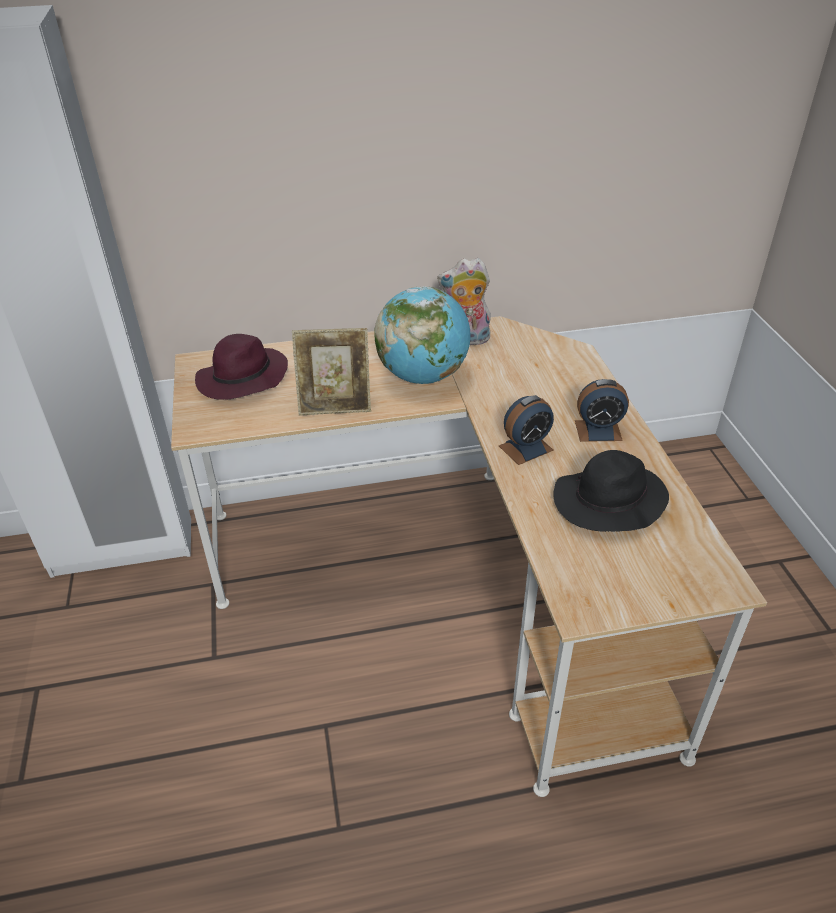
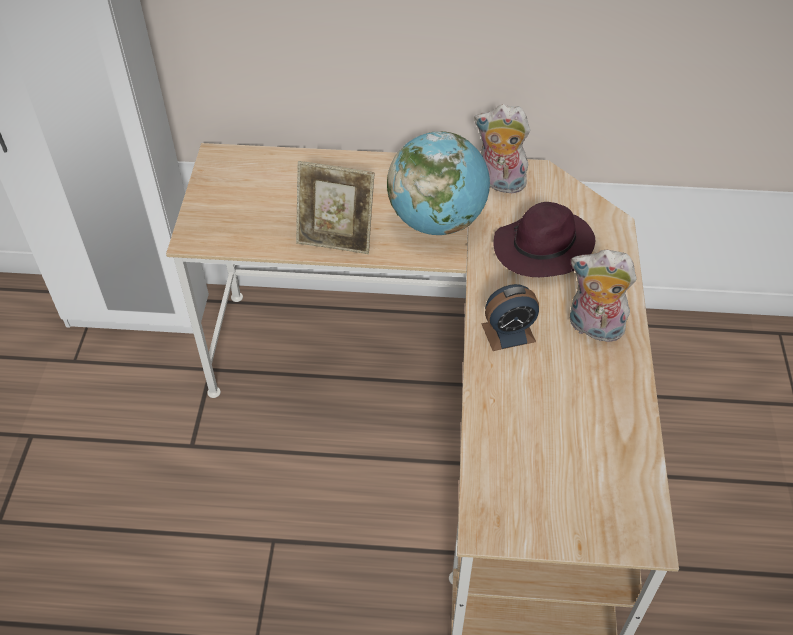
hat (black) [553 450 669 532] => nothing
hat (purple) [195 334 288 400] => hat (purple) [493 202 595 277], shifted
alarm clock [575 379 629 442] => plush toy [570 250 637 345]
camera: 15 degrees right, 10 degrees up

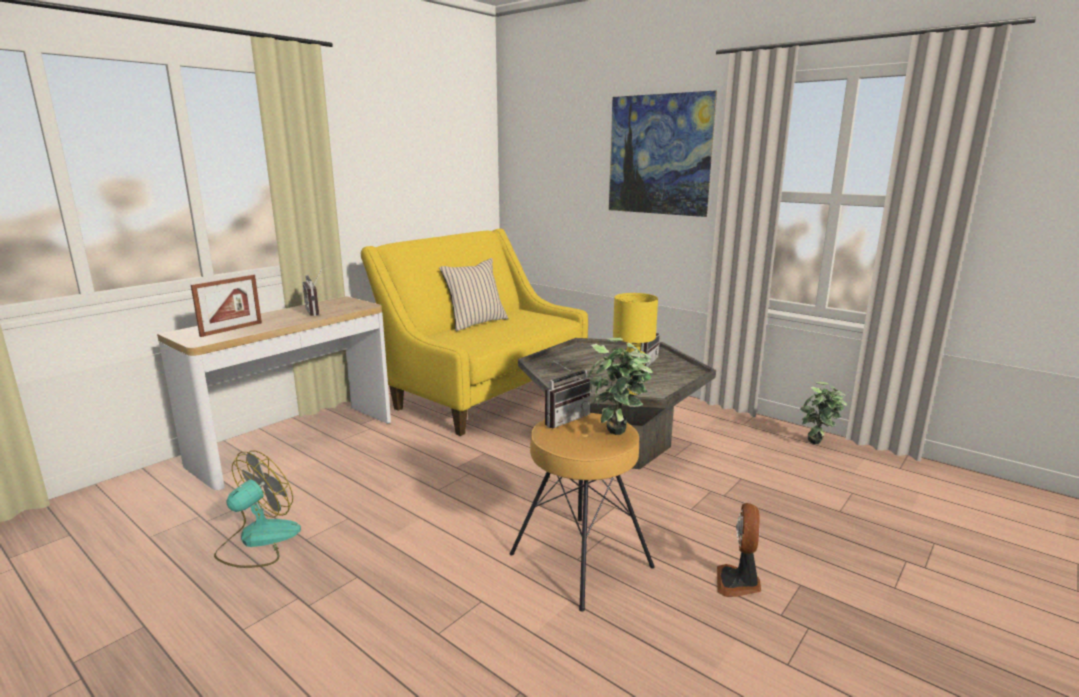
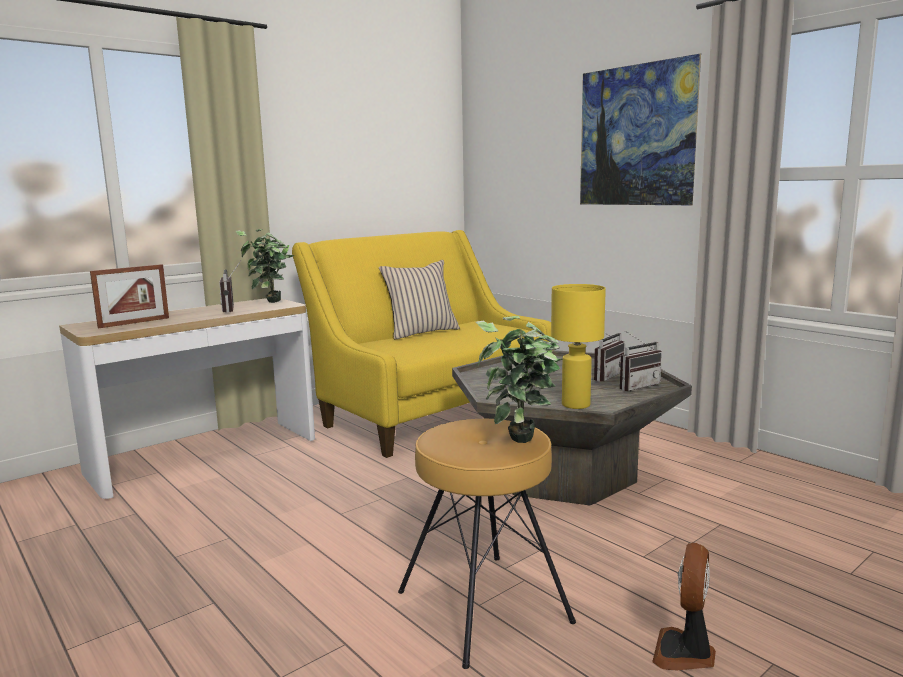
fan [214 451 301 568] => nothing
radio [545 359 591 428] => radio [620 331 662 391], shifted
potted plant [800 382 847 444] => potted plant [236 229 294 303], shifted
camera: 10 degrees right, 5 degrees down

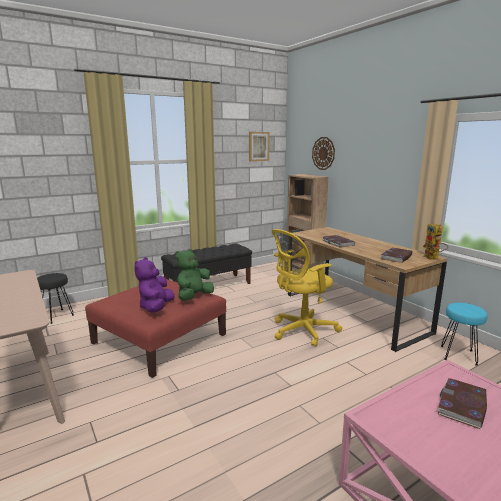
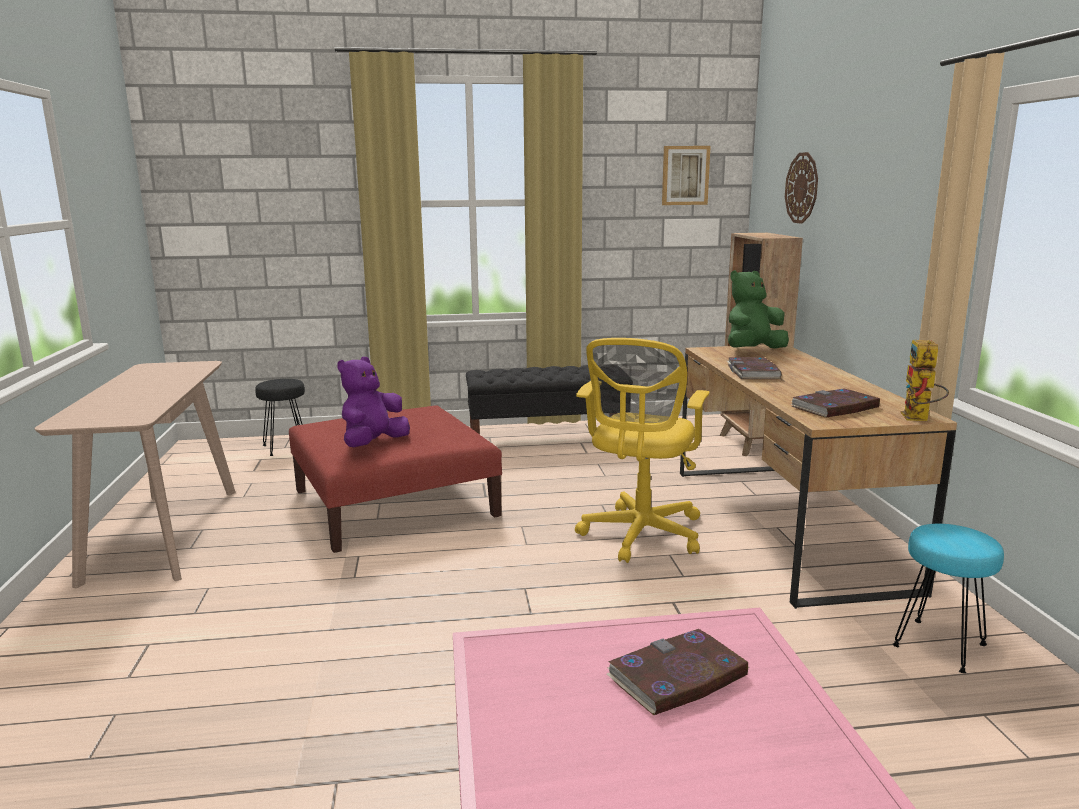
plush toy (green) [175 249 214 301] => plush toy (green) [728 270 789 349], shifted
office chair (yellow) [272 229 342 347] => office chair (yellow) [575 338 710 563], 60 degrees counterclockwise
camera: 25 degrees right, 0 degrees up

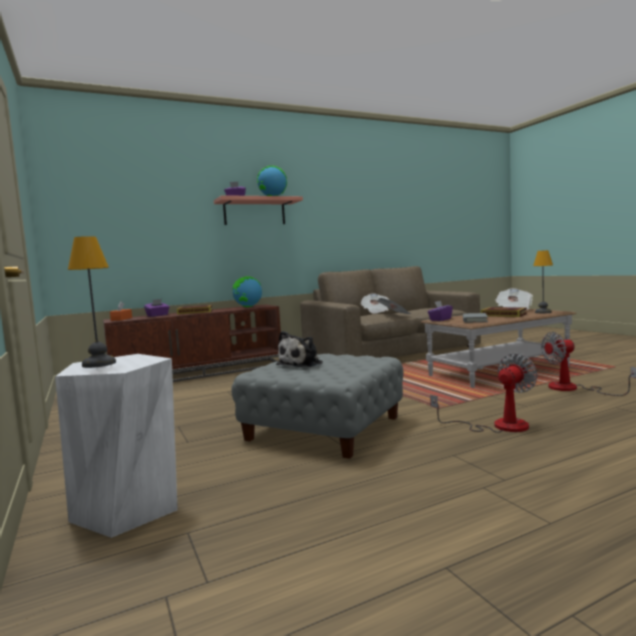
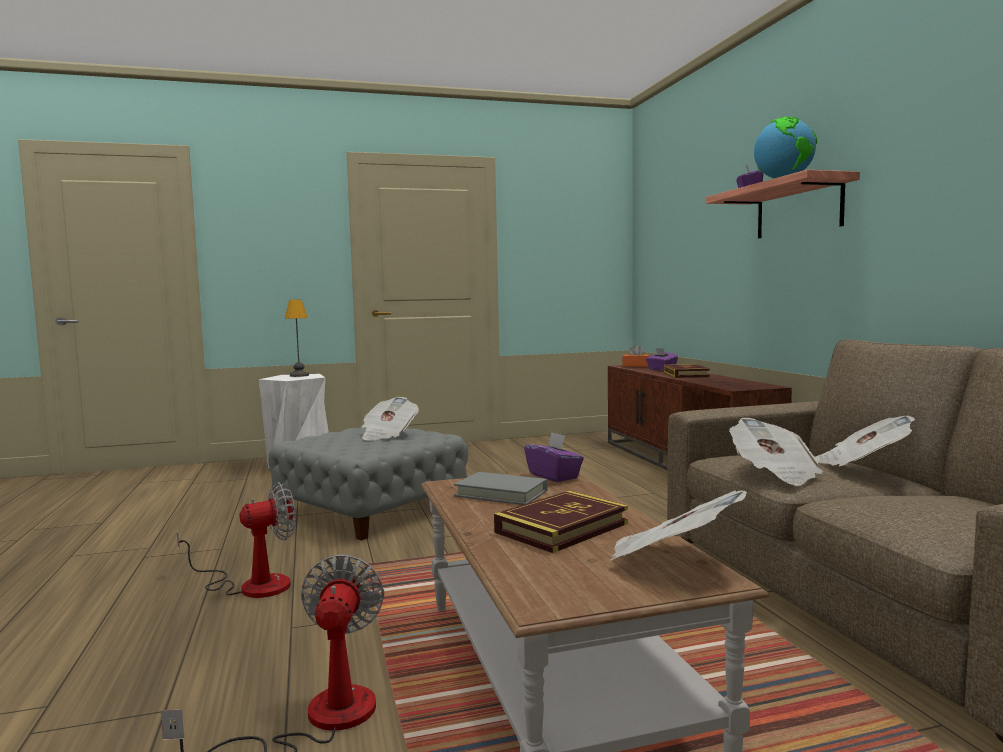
globe [232 276 262 307] => nothing
table lamp [533 250 553 313] => nothing
plush toy [276 331 323 367] => newspaper [361 397 419 441]
fan [430 353 538 433] => fan [177 482 296 598], 90 degrees counterclockwise
camera: 100 degrees right, 0 degrees up

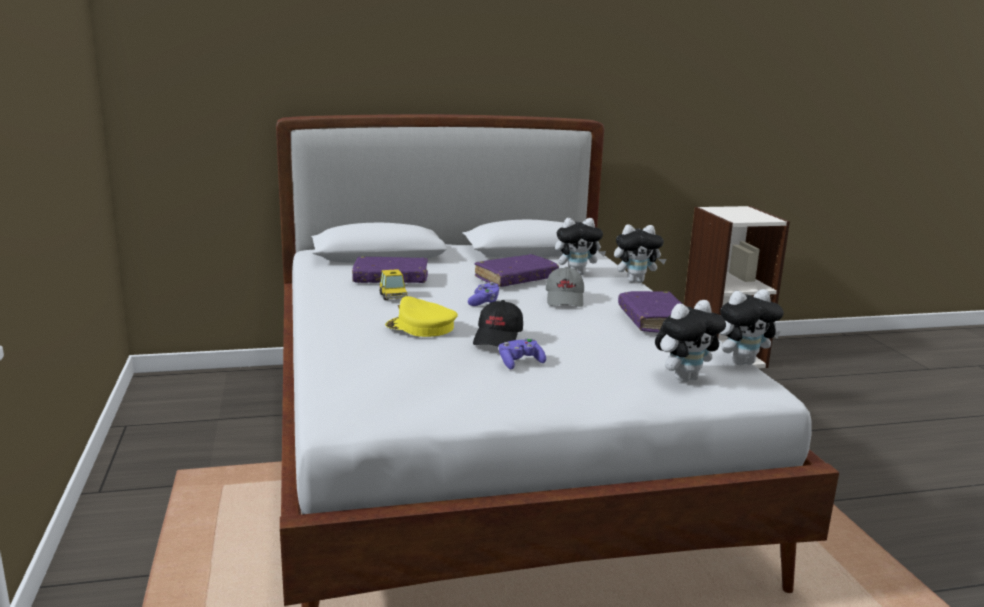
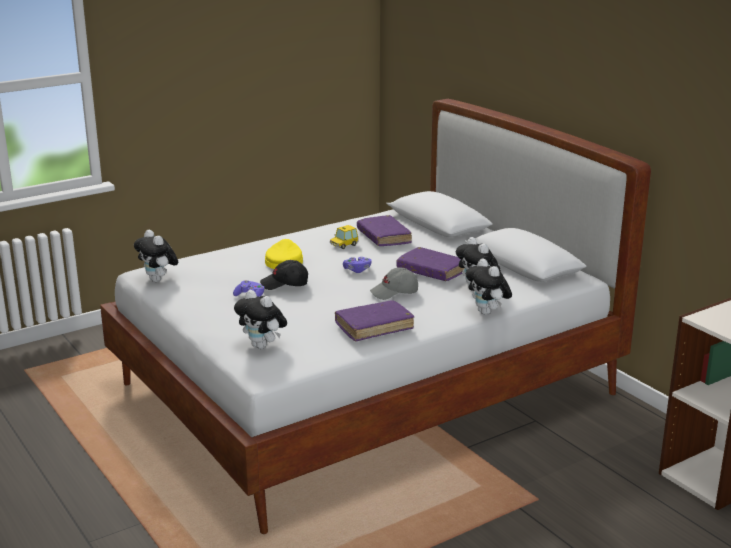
plush toy [720 289 784 365] => plush toy [134 230 178 282], shifted
camera: 70 degrees right, 5 degrees up

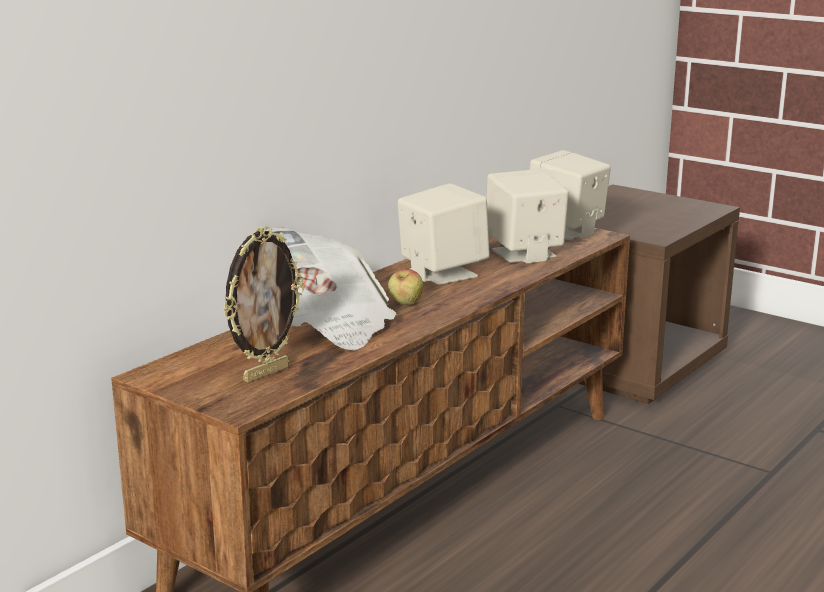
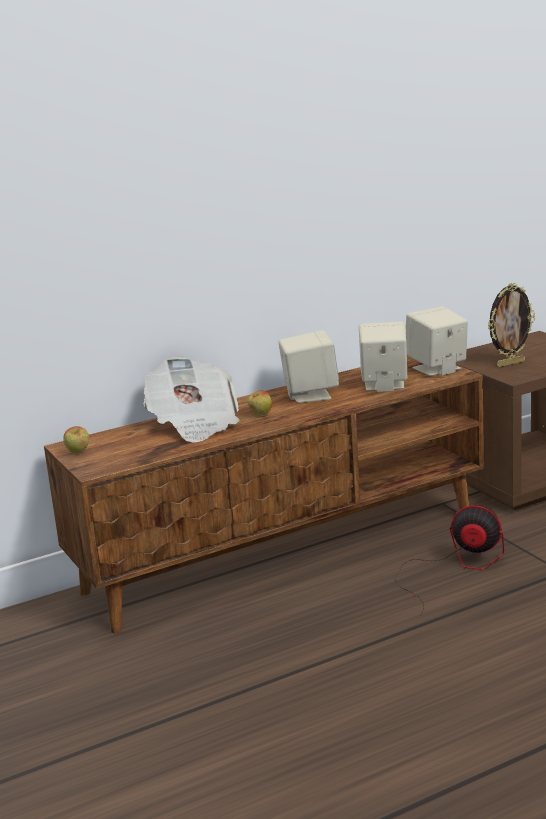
nothing => apple [63 426 89 453]
nothing => fan [395 505 504 616]
picture frame [223 226 304 383] => picture frame [488 283 535 367], shifted
camera: 25 degrees right, 0 degrees up

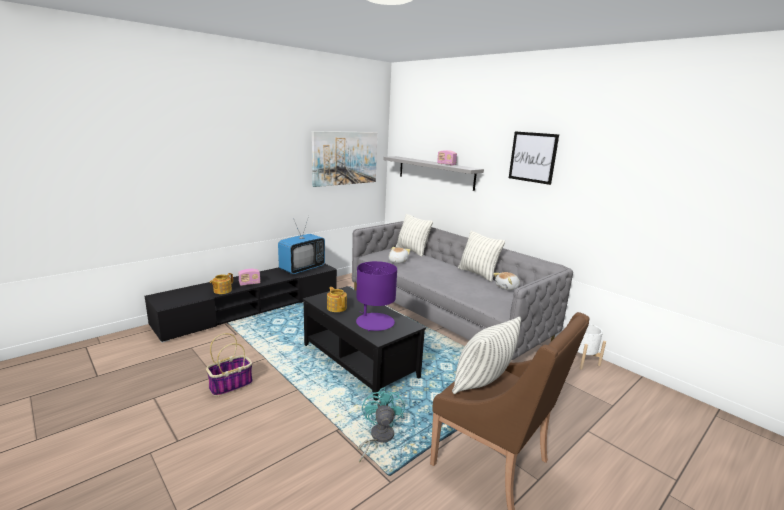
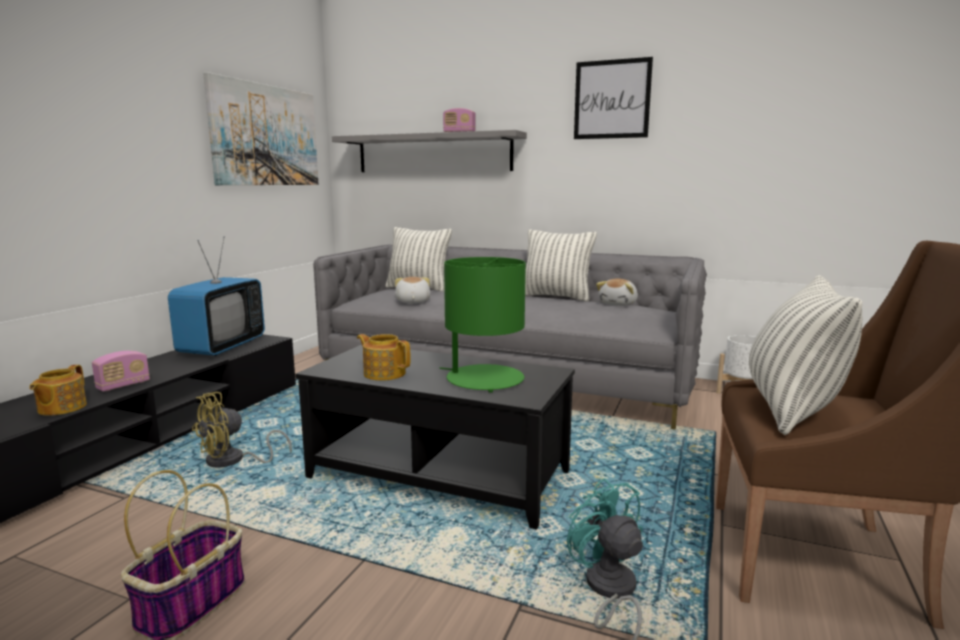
nothing => fan (yellow) [192 392 292 468]
table lamp (purple) [356 261 397 331] => table lamp (green) [440 257 526 393]
camera: 25 degrees left, 5 degrees down

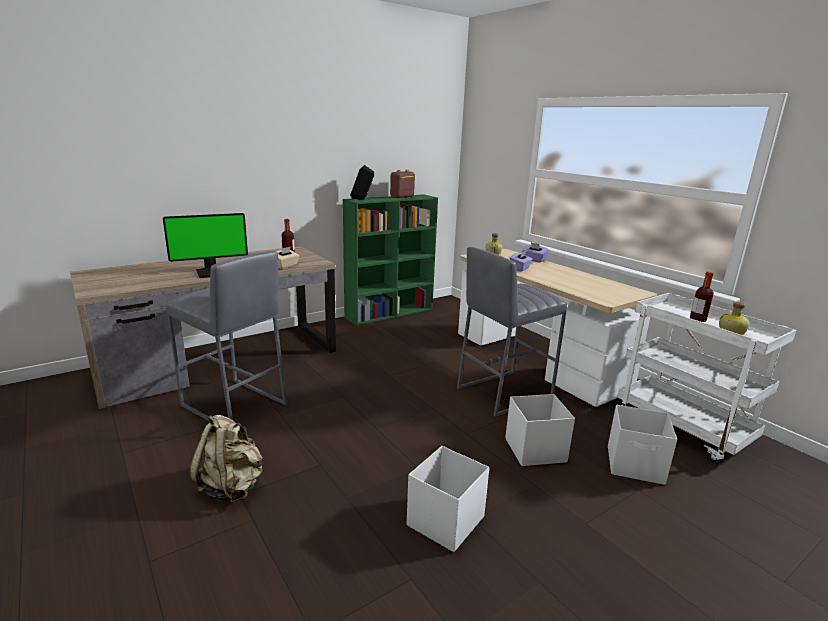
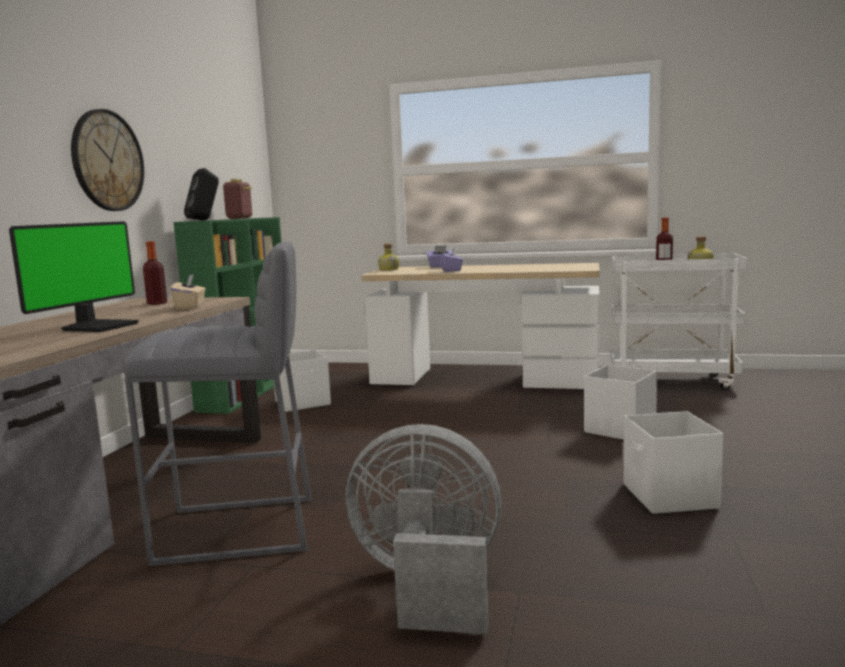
stool (grey) [457 247 567 417] => nothing
nothing => wall clock [71 109 144 211]
storage box (white) [608 404 677 485] => storage box (white) [274 350 331 412], shifted
backpack (beige) [189 415 262 503] => fan (grey) [345 424 502 634]
camera: 40 degrees left, 10 degrees down

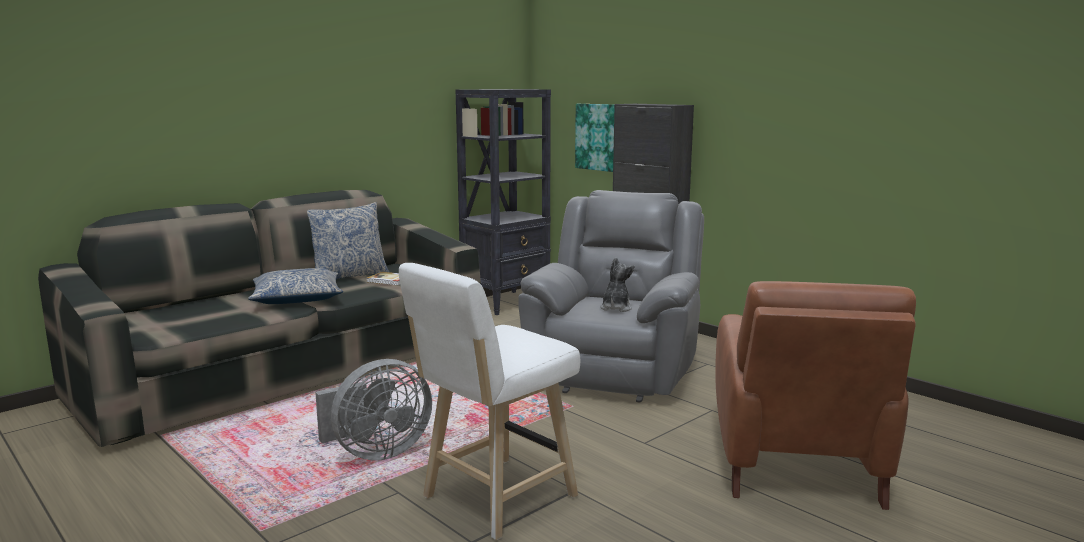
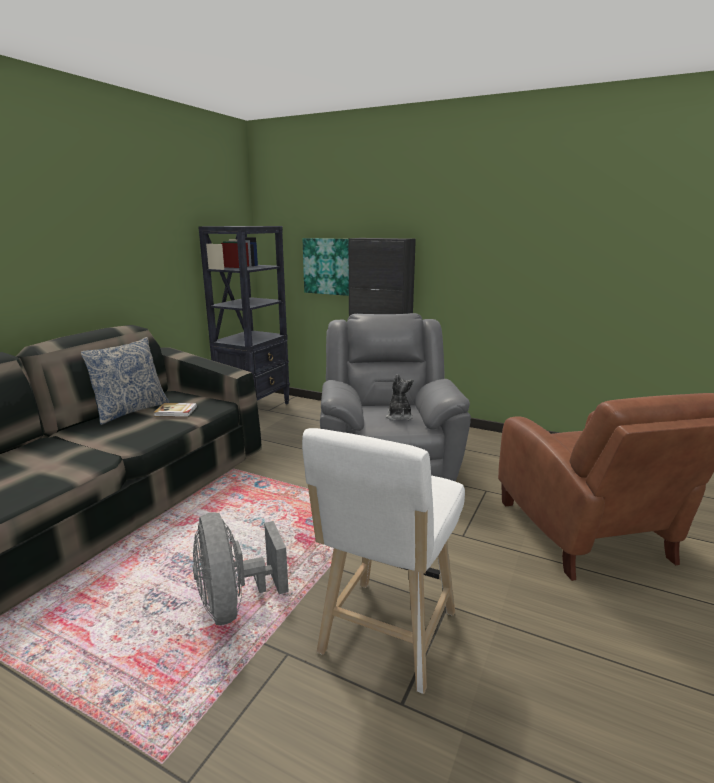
pillow [248 268 343 304] => nothing
fan (grey) [315 359 432 460] => fan (grey) [193 512 289 625], 120 degrees clockwise
camera: 20 degrees left, 5 degrees up

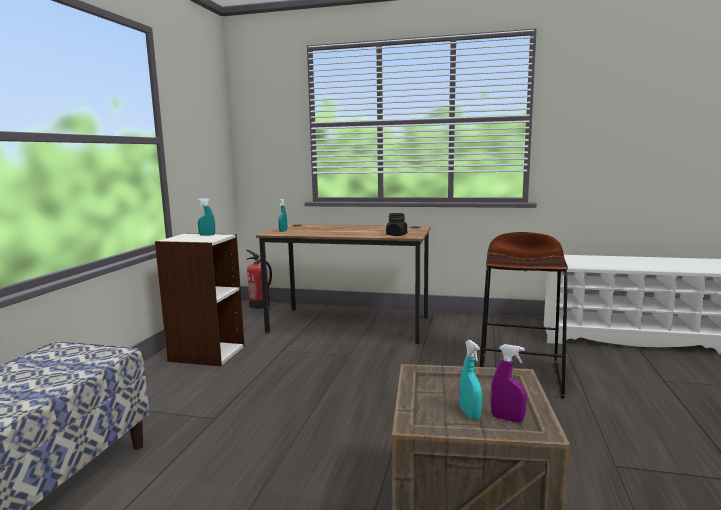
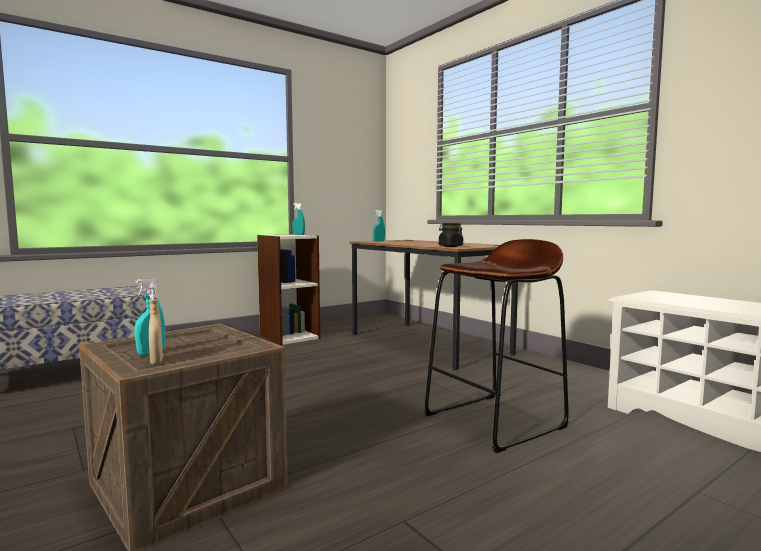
fire extinguisher [246 249 272 309] => nothing
spray bottle (purple) [491 344 527 422] => spray bottle (beige) [149 282 163 364]
camera: 40 degrees right, 5 degrees down

